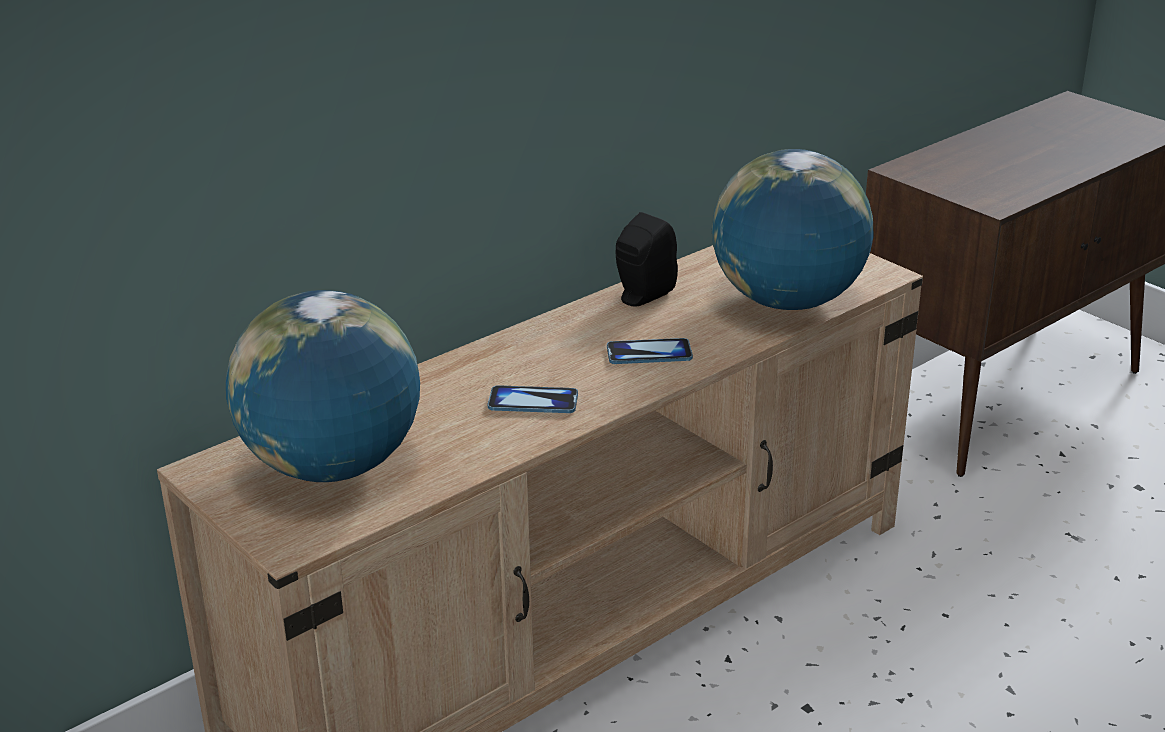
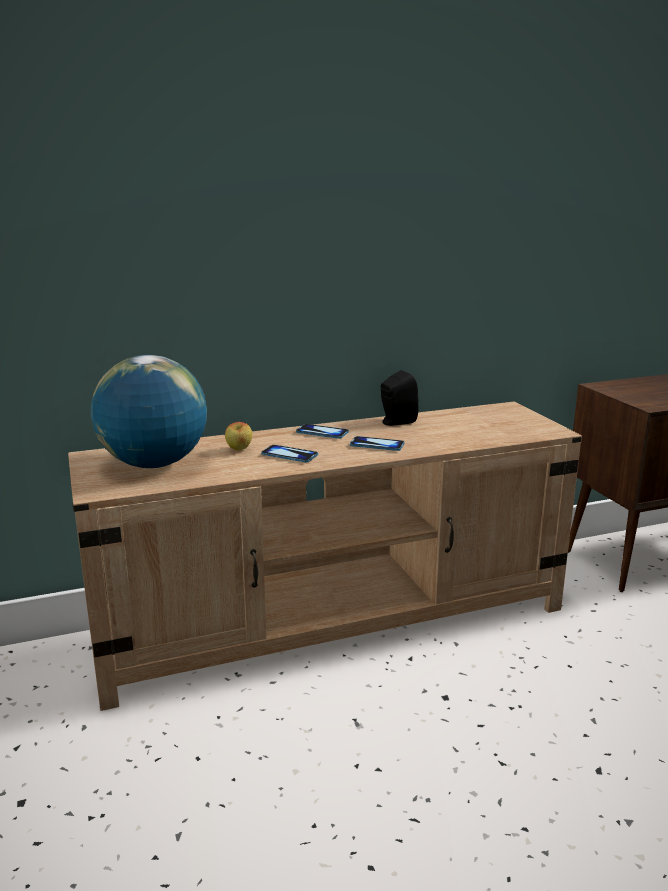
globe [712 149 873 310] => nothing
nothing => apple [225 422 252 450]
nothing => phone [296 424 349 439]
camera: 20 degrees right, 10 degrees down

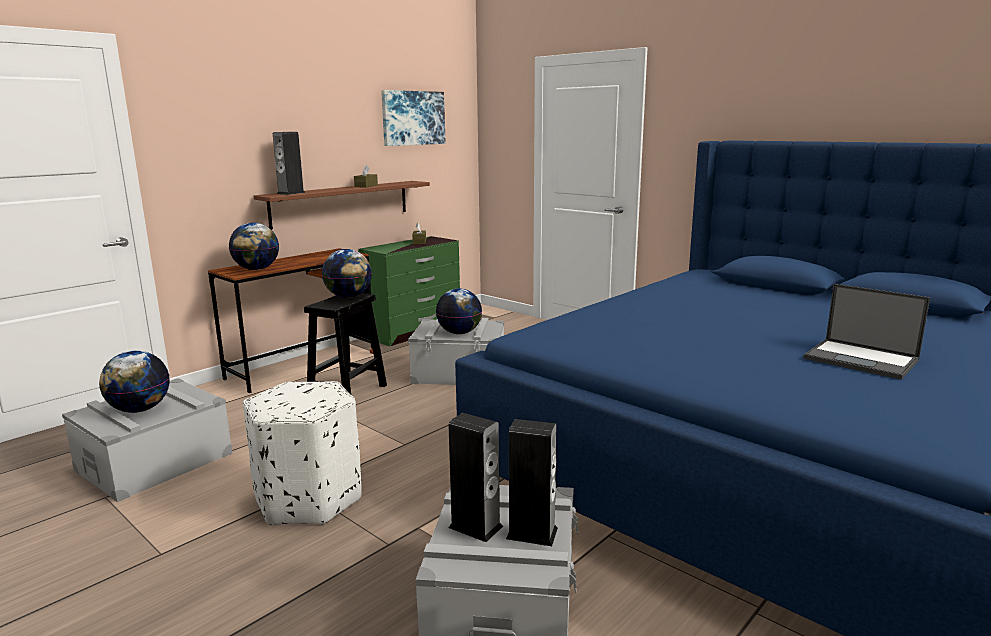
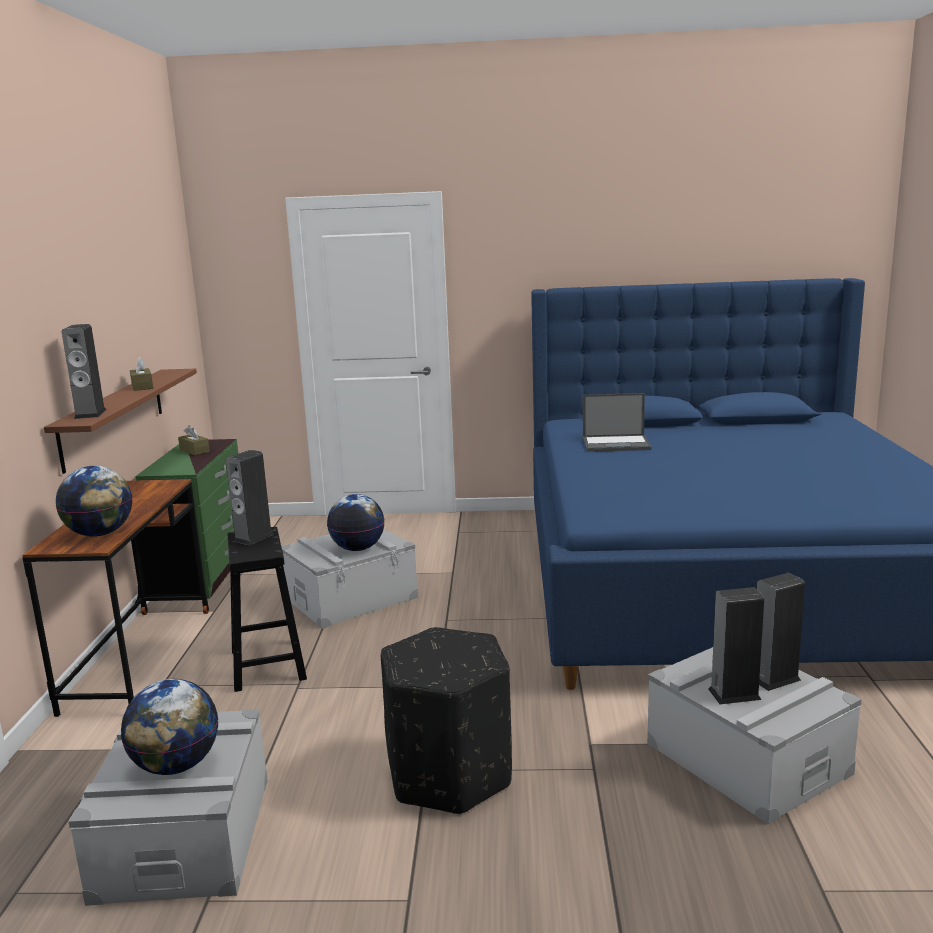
picture [381 90 446 146] => nothing
laptop [804 284 930 380] => laptop [583 393 652 452], shifted
globe [322 249 372 298] => speaker [226 450 274 545]
ottoman (white) [243 381 361 525] => ottoman (black) [381 627 512 815]
camera: 40 degrees left, 0 degrees up

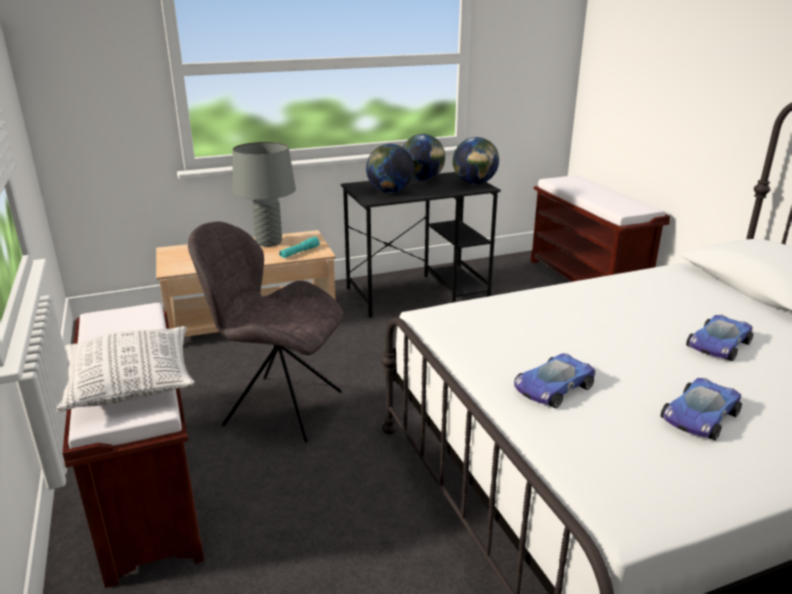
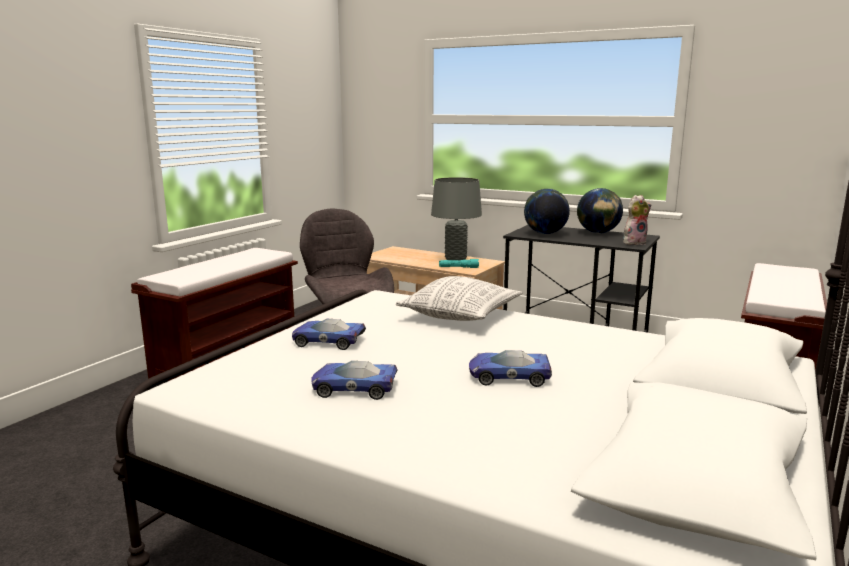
pillow [56 326 195 412] => pillow [396 276 523 321], shifted
globe [452 137 499 185] => plush toy [623 195 651 245]
camera: 50 degrees right, 10 degrees down

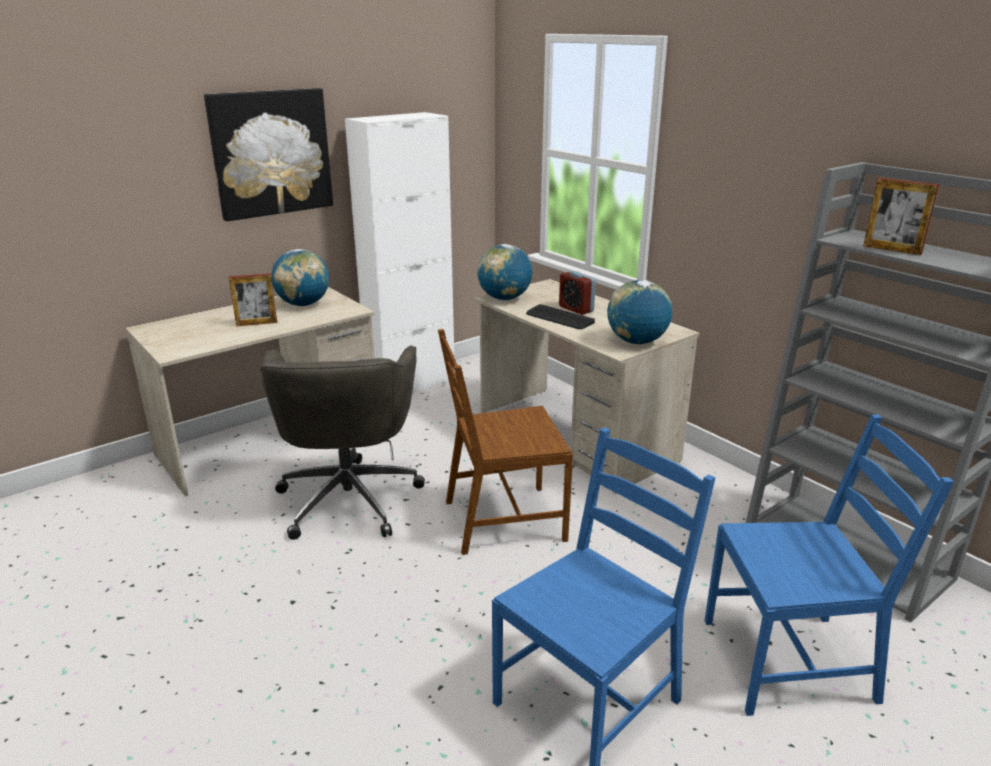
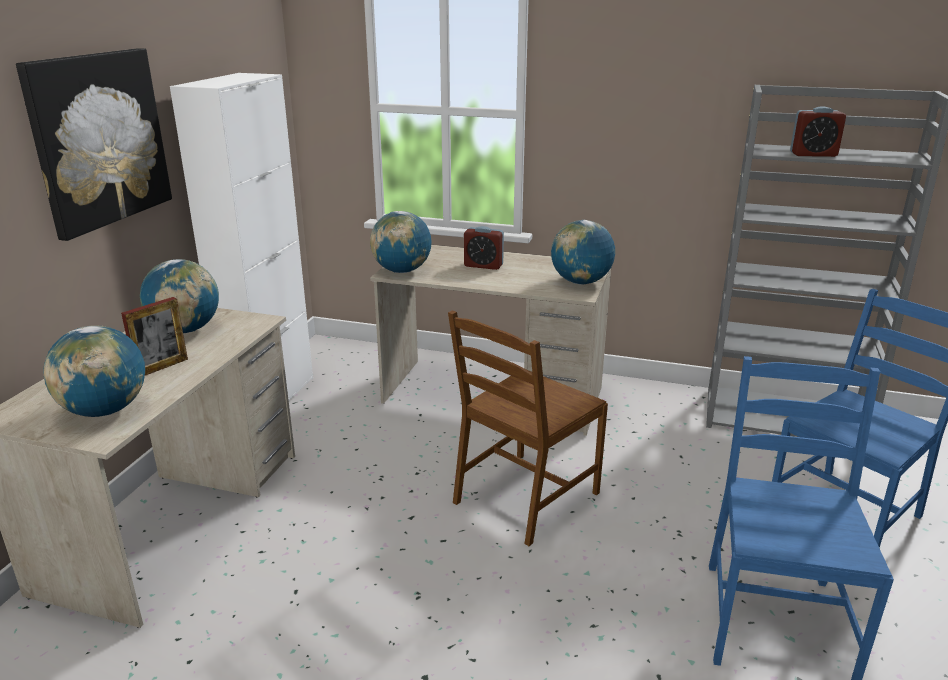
office chair (grey) [260 346 425 540] => nothing
keyboard [526 304 595 329] => nothing
nothing => globe [43 325 145 417]
picture frame [863 178 939 255] => alarm clock [790 106 846 157]
camera: 35 degrees left, 0 degrees up

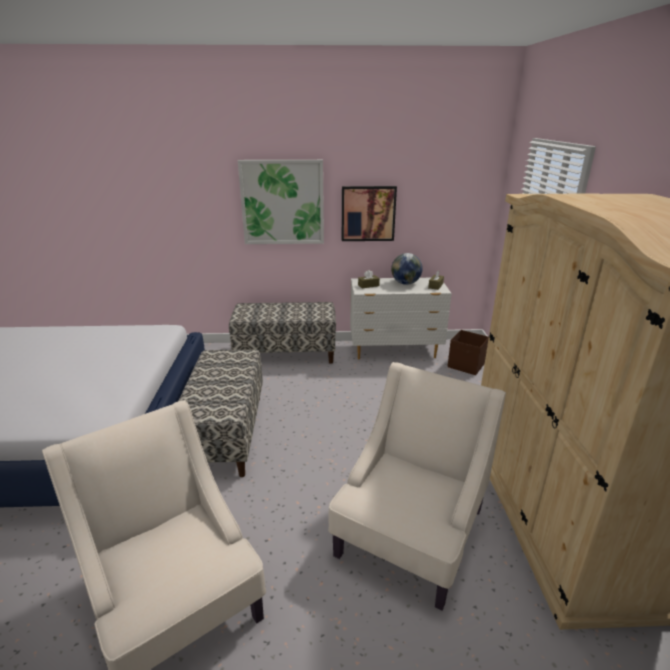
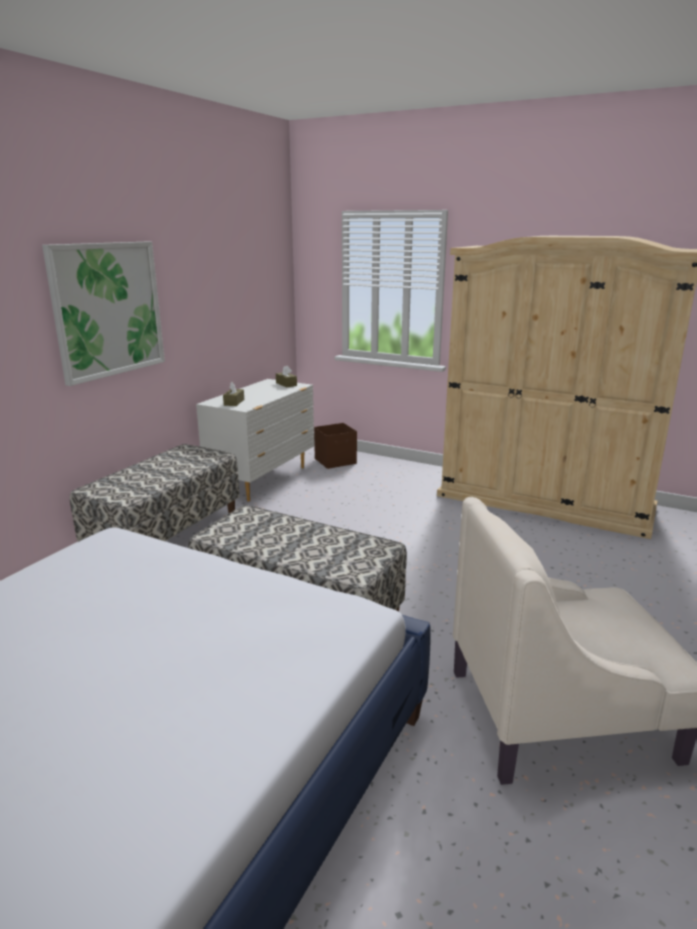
armchair (beige) [328 362 506 611] => nothing
picture [342 186 397 241] => nothing
globe [391 253 423 285] => nothing
camera: 60 degrees left, 5 degrees down

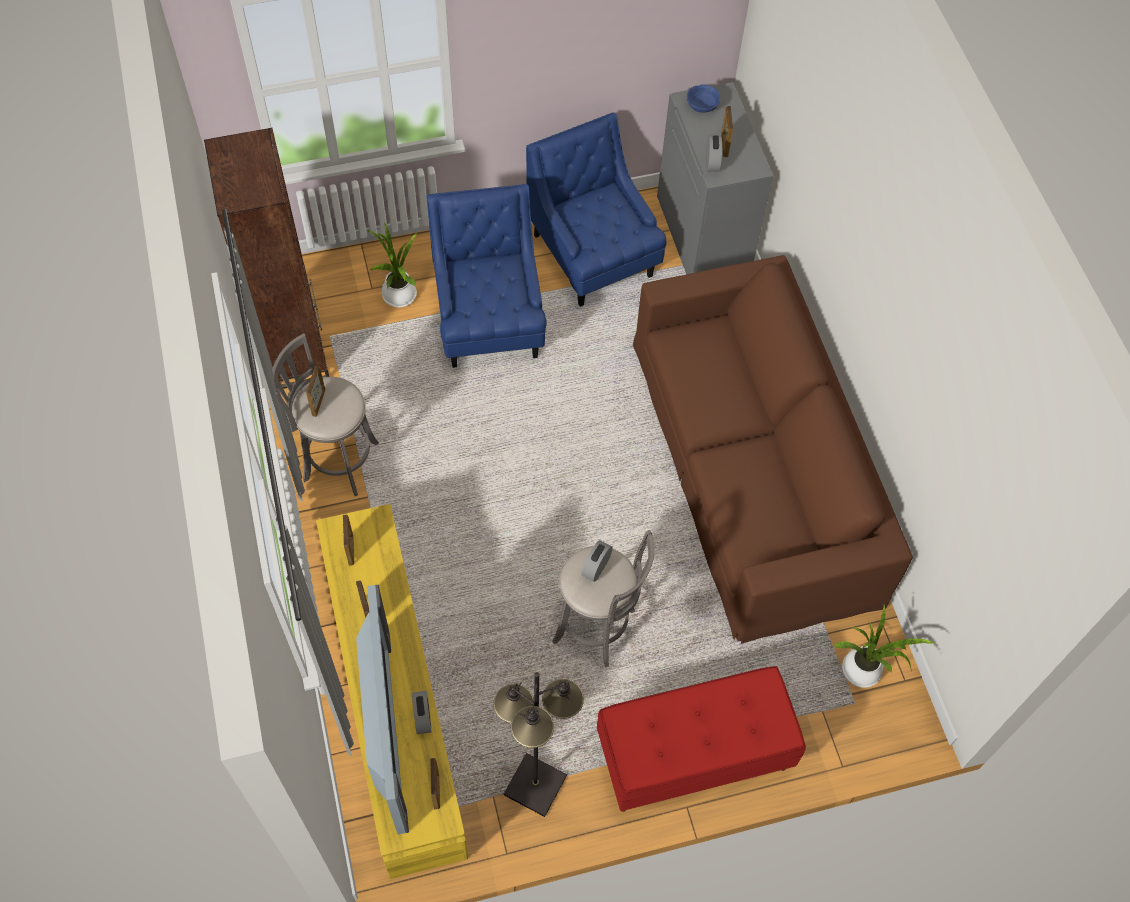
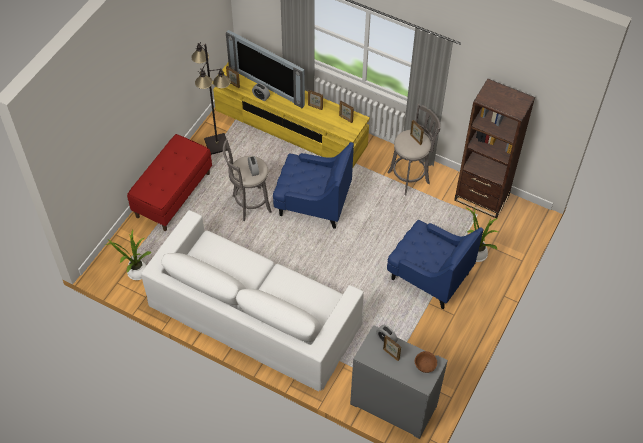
armchair (blue) [526 113 667 307] => armchair (blue) [273 142 354 229], shifted
sofa (brown) [633 255 913 644] => sofa (white) [141 210 364 392]
bowl (blue) [687 84 720 113] => bowl (brown) [415 351 437 373]
camera: 135 degrees right, 5 degrees down

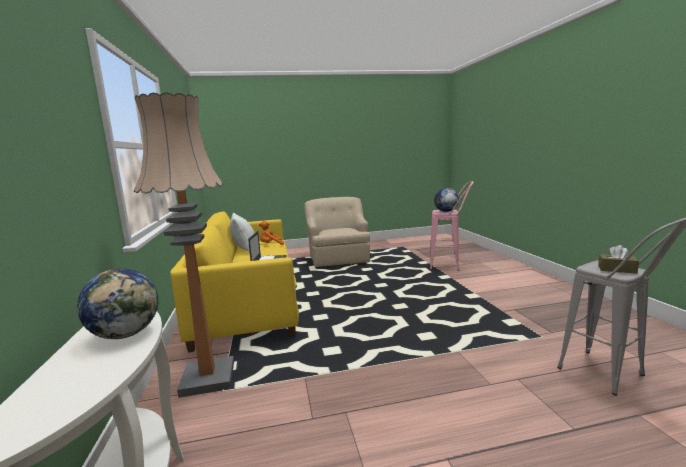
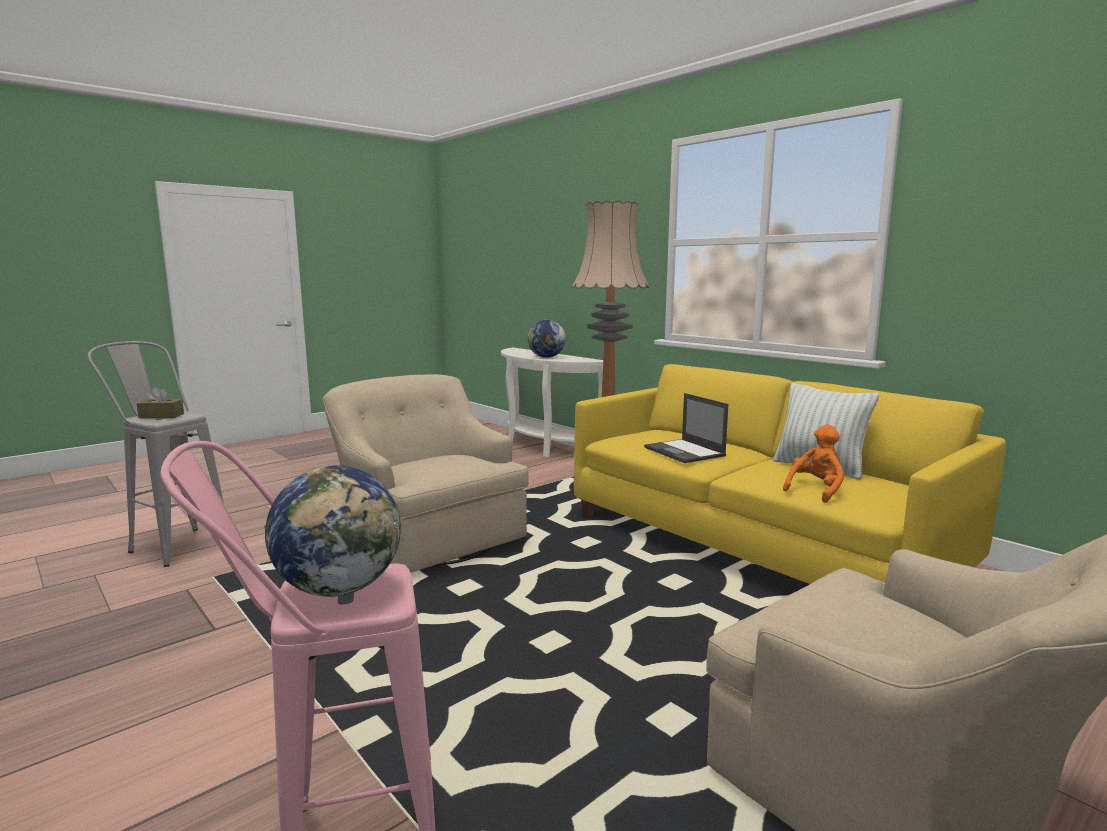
nothing => armchair (beige) [322 374 529 573]
camera: 150 degrees right, 0 degrees up

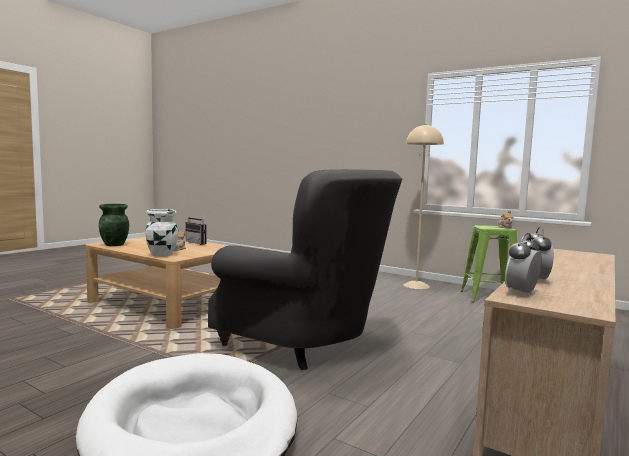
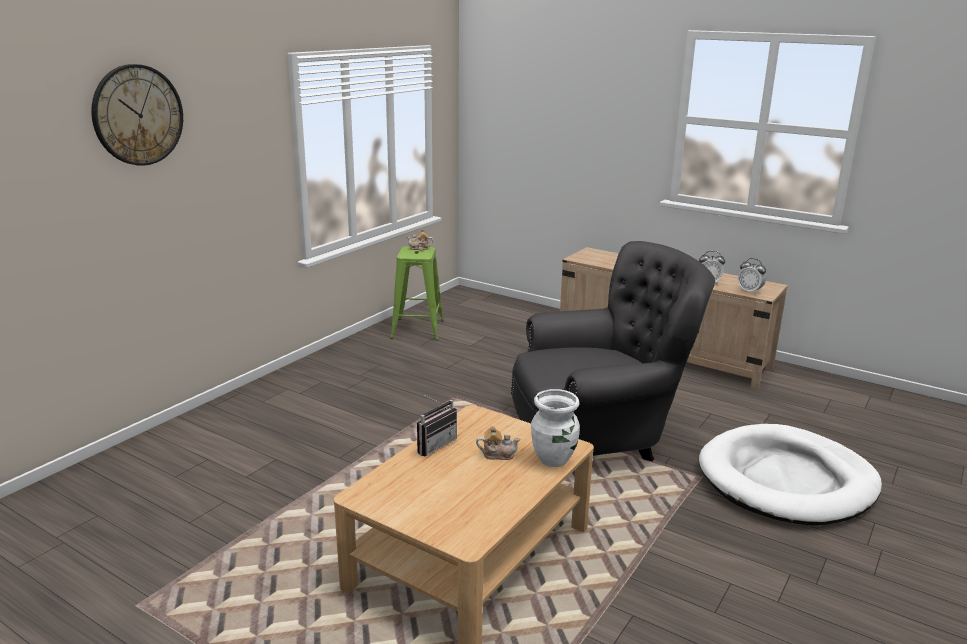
vase (green) [99 204 129 246] => nothing
floor lamp (beige) [404 124 444 289] => nothing
nothing => wall clock [91 64 183 166]
armchair (grey) [208 169 403 370] => armchair (grey) [511 241 715 462], 45 degrees clockwise
camera: 90 degrees left, 15 degrees up

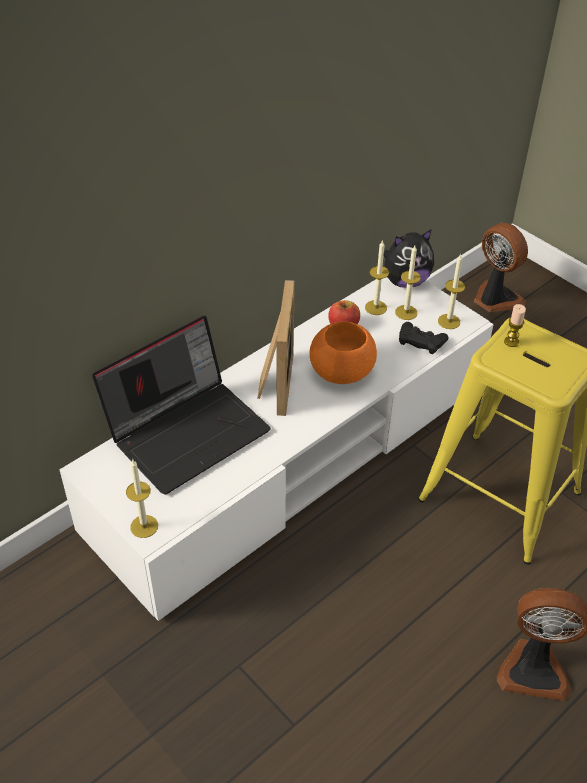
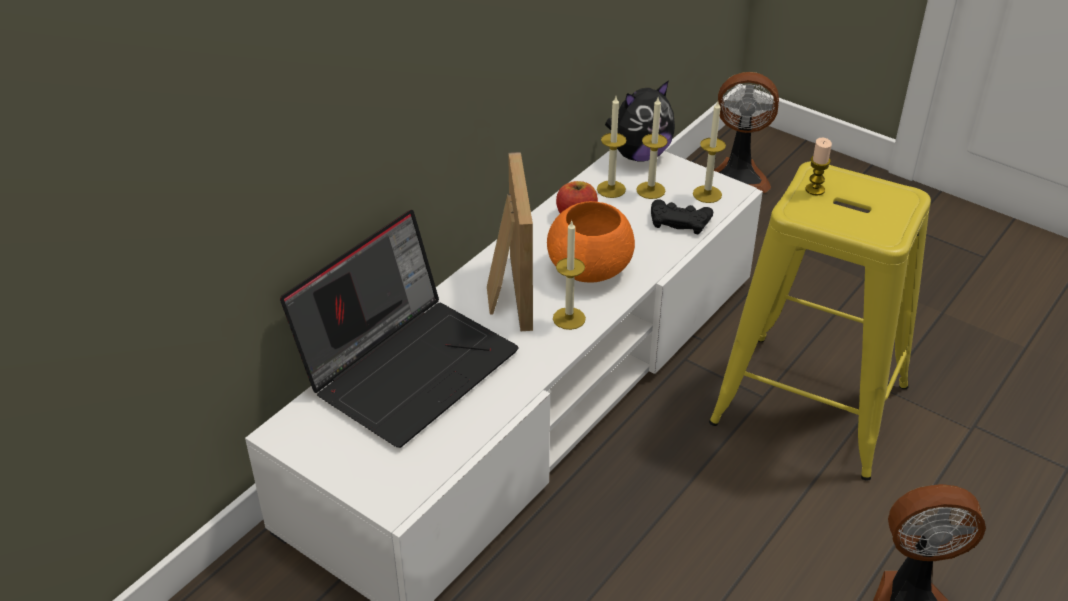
candle [126 460 158 538] => candle [553 221 586 330], shifted
fan [474 223 528 312] => fan [714 72 779 193], 150 degrees clockwise
camera: 10 degrees left, 5 degrees down

